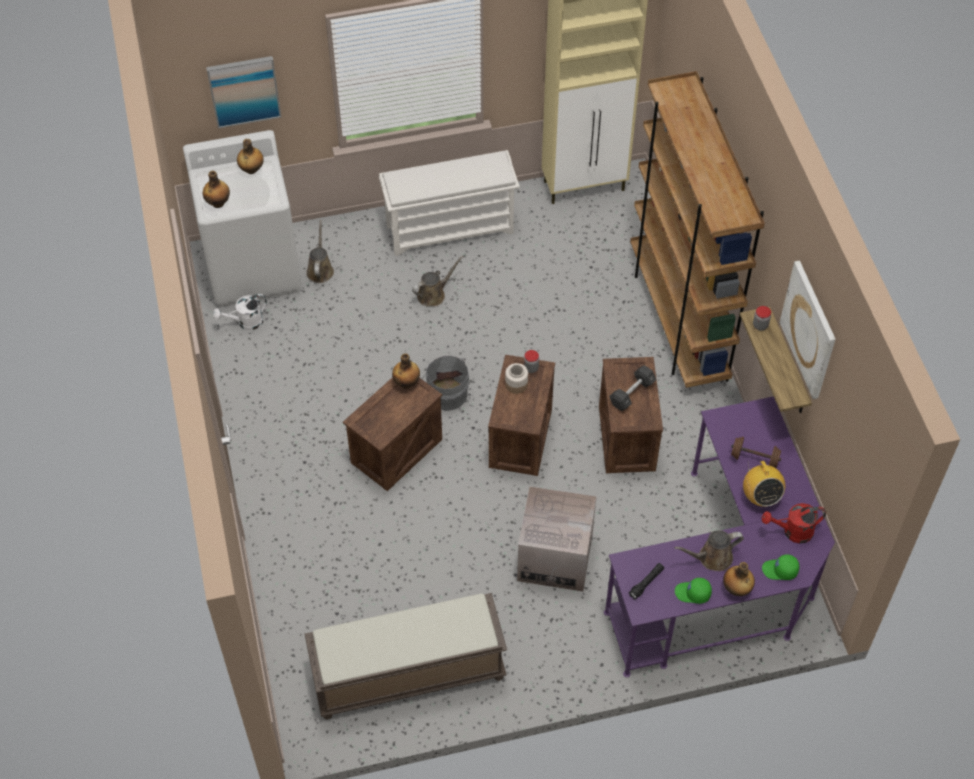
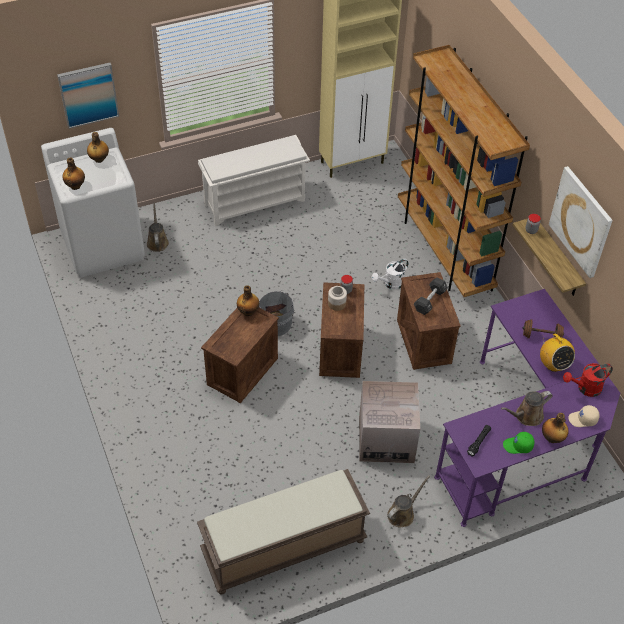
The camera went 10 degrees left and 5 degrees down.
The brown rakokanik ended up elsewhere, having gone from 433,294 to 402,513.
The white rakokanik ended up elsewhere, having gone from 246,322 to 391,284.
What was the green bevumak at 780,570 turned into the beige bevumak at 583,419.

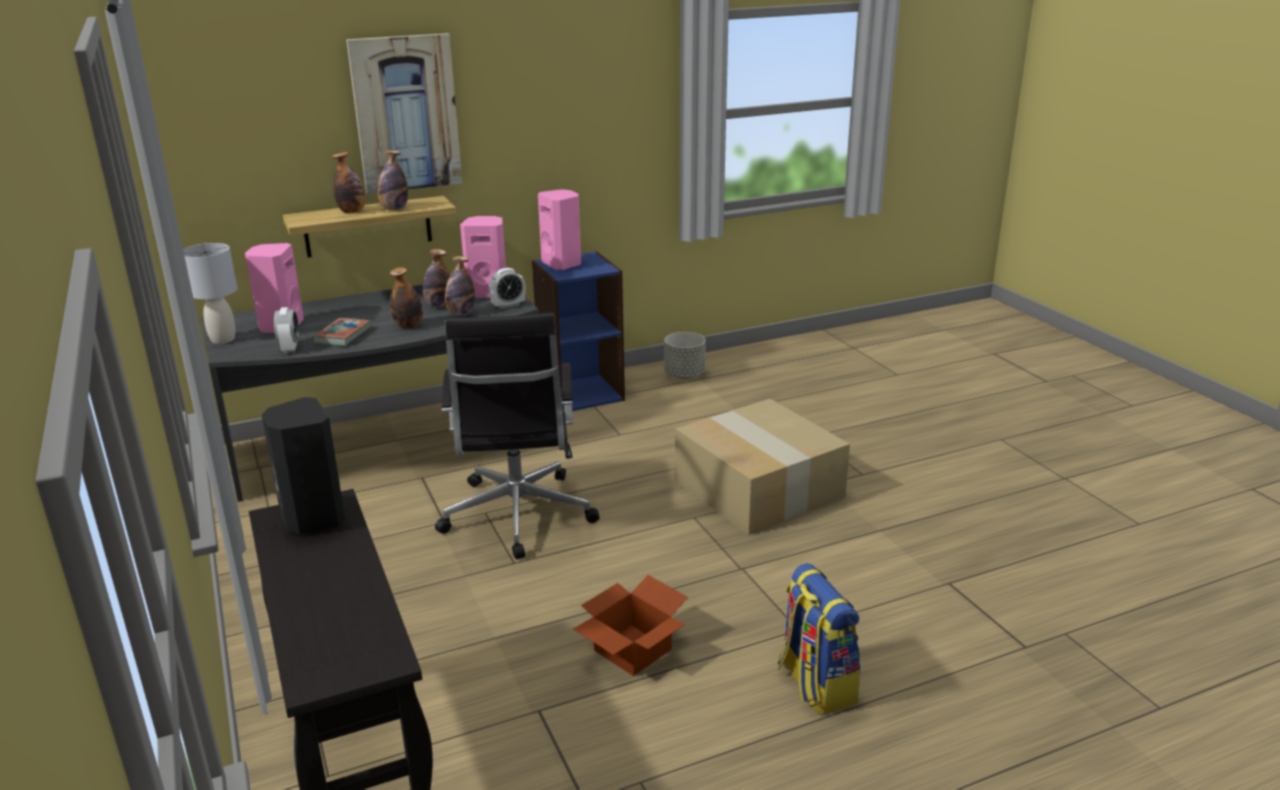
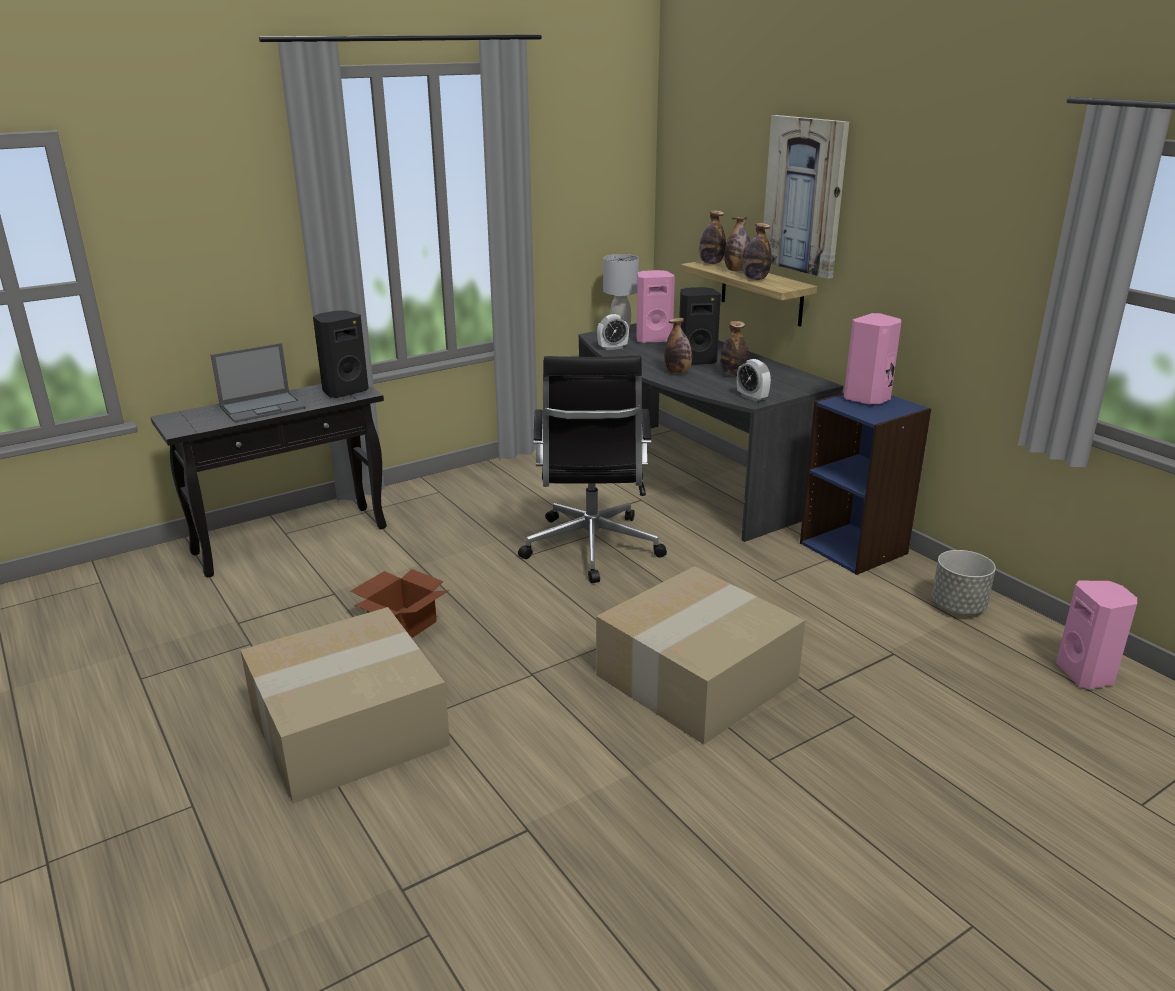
The camera went 80 degrees right and 0 degrees up.
The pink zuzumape ended up elsewhere, having gone from 489,293 to 1086,674.
The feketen ended up elsewhere, having gone from 461,314 to 711,263.
The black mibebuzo at 517,517 ended up facing another way, 75 degrees counterclockwise from before.
The second view lost the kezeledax at 342,336.
Where the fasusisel stood at 815,684, the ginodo came to stand at 350,725.
The second view gained the black zuzumape at 695,361.
The second view gained the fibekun at 263,407.

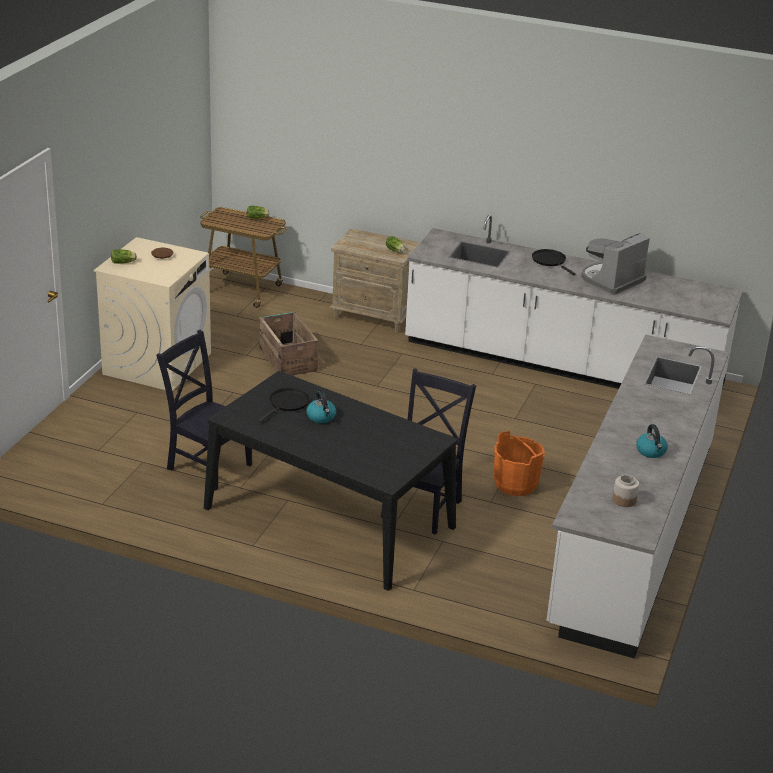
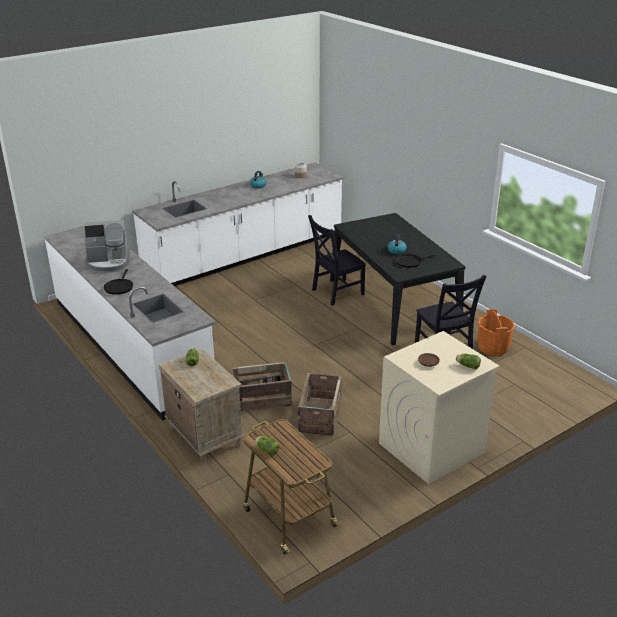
The camera went 145 degrees left and 0 degrees up.
The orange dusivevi ended up elsewhere, having gone from 515,484 to 493,347.
The second view gained the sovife at 262,399.

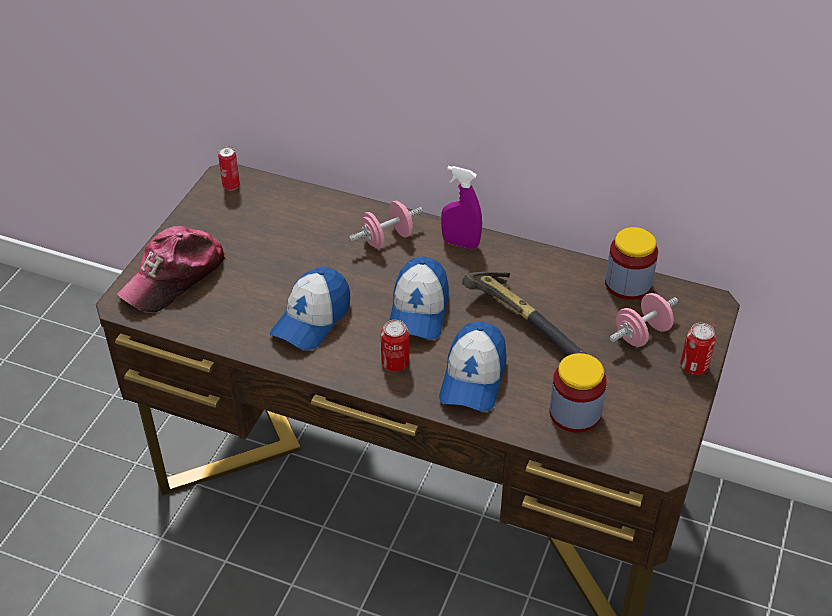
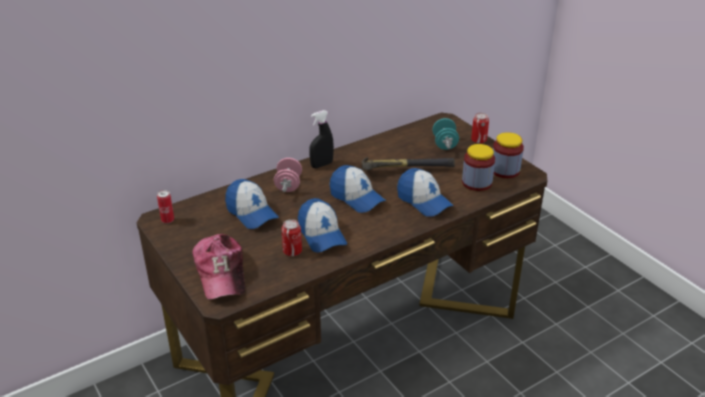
The camera went 55 degrees left and 10 degrees down.
What was the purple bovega at 460,243 turned into the black bovega at 321,165.
The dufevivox ended up elsewhere, having gone from 628,284 to 505,170.
What was the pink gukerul at 642,334 turned into the turquoise gukerul at 444,144.
The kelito ended up elsewhere, having gone from 395,363 to 292,251.
The second view gained the bevumak at 251,213.

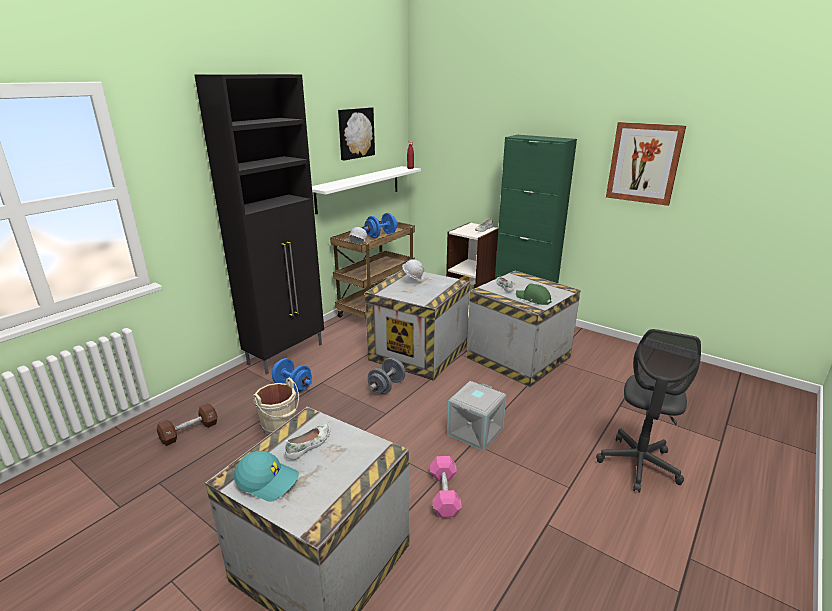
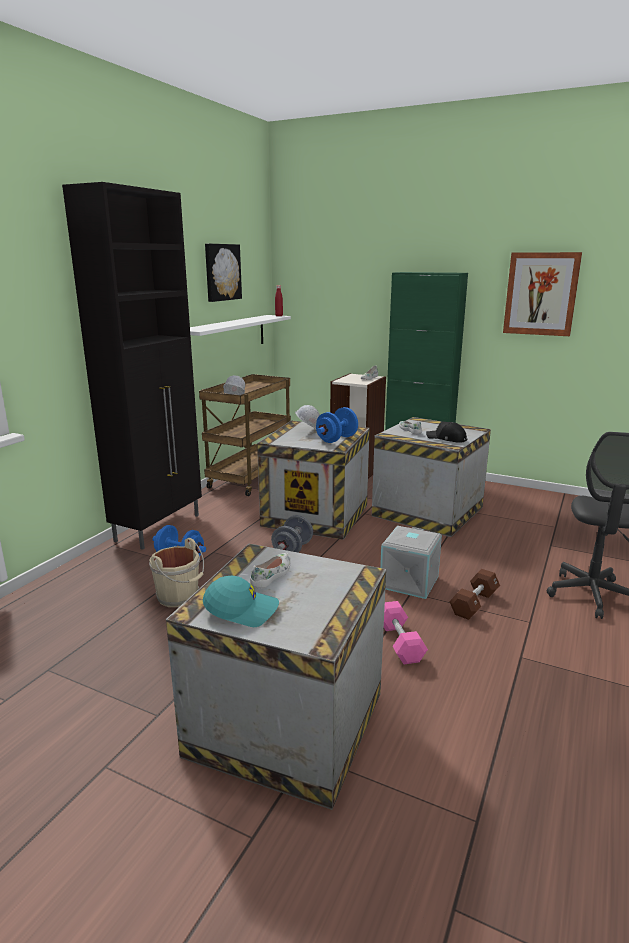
The camera went 10 degrees left and 5 degrees down.
The blue gukerul ended up elsewhere, having gone from 381,236 to 337,439.
What was the green bevumak at 533,299 turned into the black bevumak at 446,439.
The brown gukerul ended up elsewhere, having gone from 189,431 to 474,603.

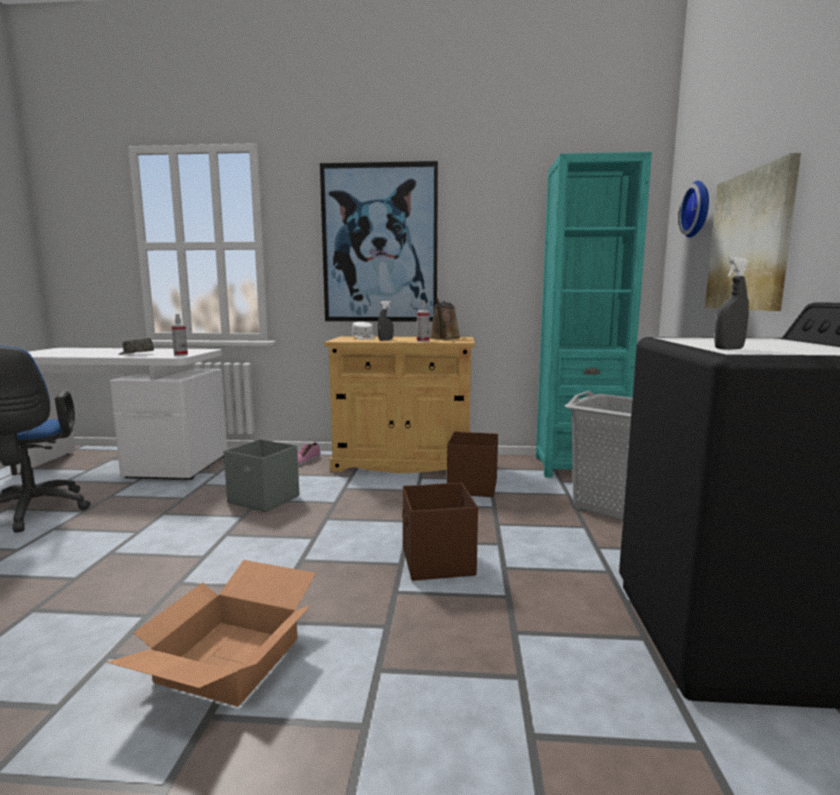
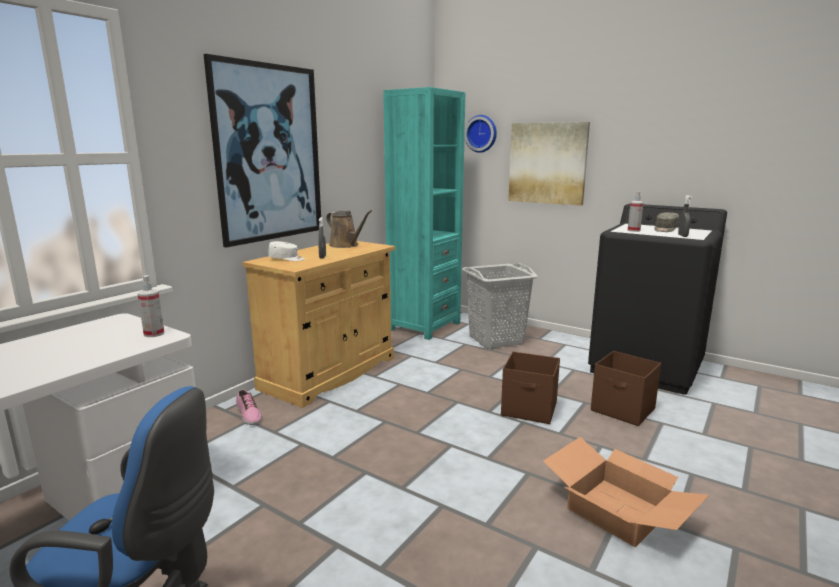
The camera went 60 degrees left and 5 degrees up.
The bovega ended up elsewhere, having gone from 423,341 to 633,230.
The grey bevumak ended up elsewhere, having gone from 135,354 to 665,229.
The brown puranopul ended up elsewhere, having gone from 472,487 to 623,410.
The second view lost the grey puranopul at 264,499.

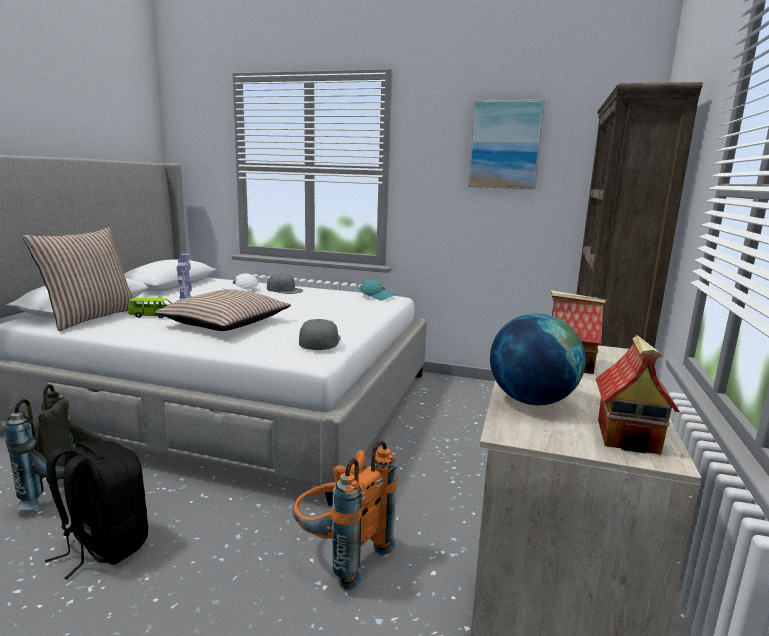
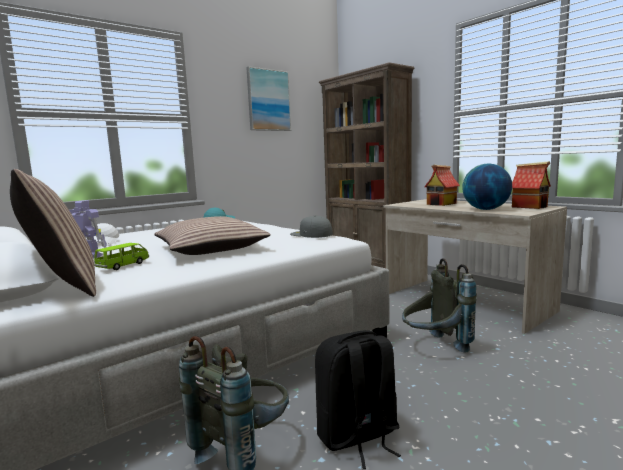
The camera went 55 degrees left and 5 degrees down.
The second view lost the grey bevumak at 285,290.
What was the orange fasusisel at 340,555 turned into the grey fasusisel at 435,347.

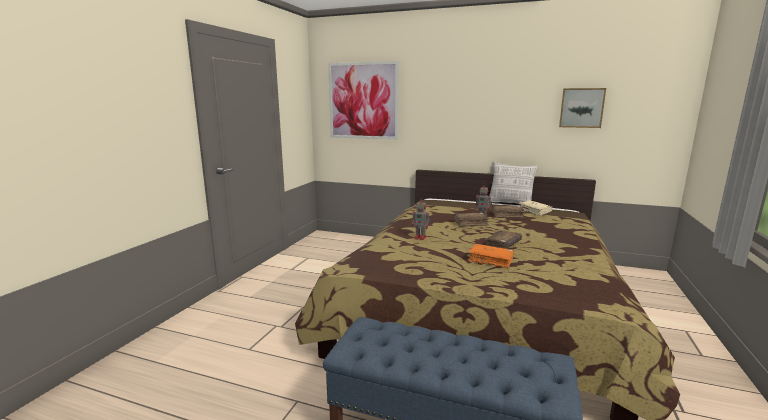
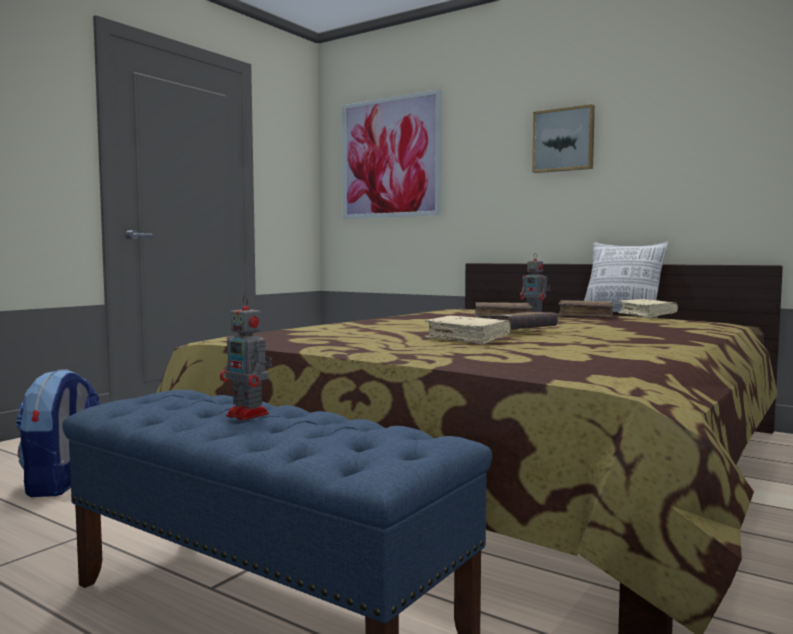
The camera went 15 degrees right and 10 degrees down.
The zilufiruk ended up elsewhere, having gone from 581,108 to 564,140.
The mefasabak ended up elsewhere, having gone from 421,237 to 249,415.
What was the orange kezeledax at 491,260 turned into the beige kezeledax at 467,339.
The second view gained the fasusisel at 63,484.

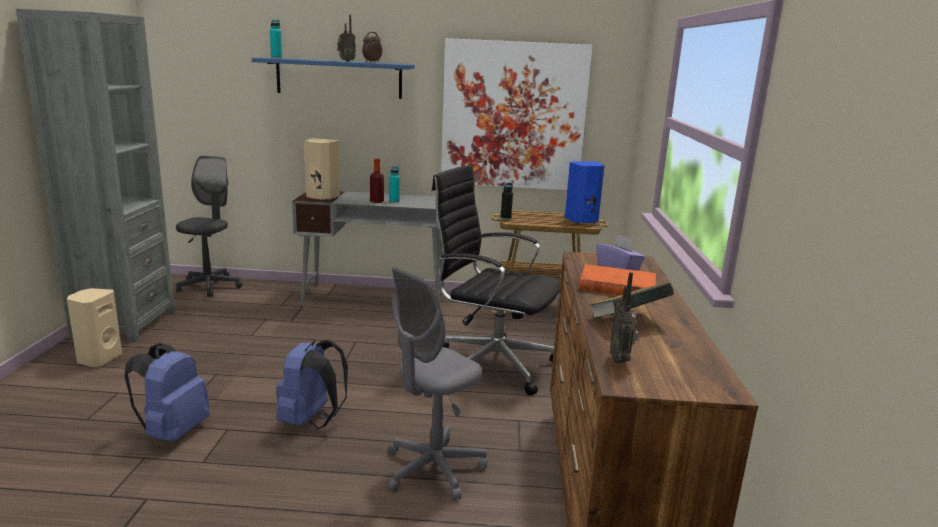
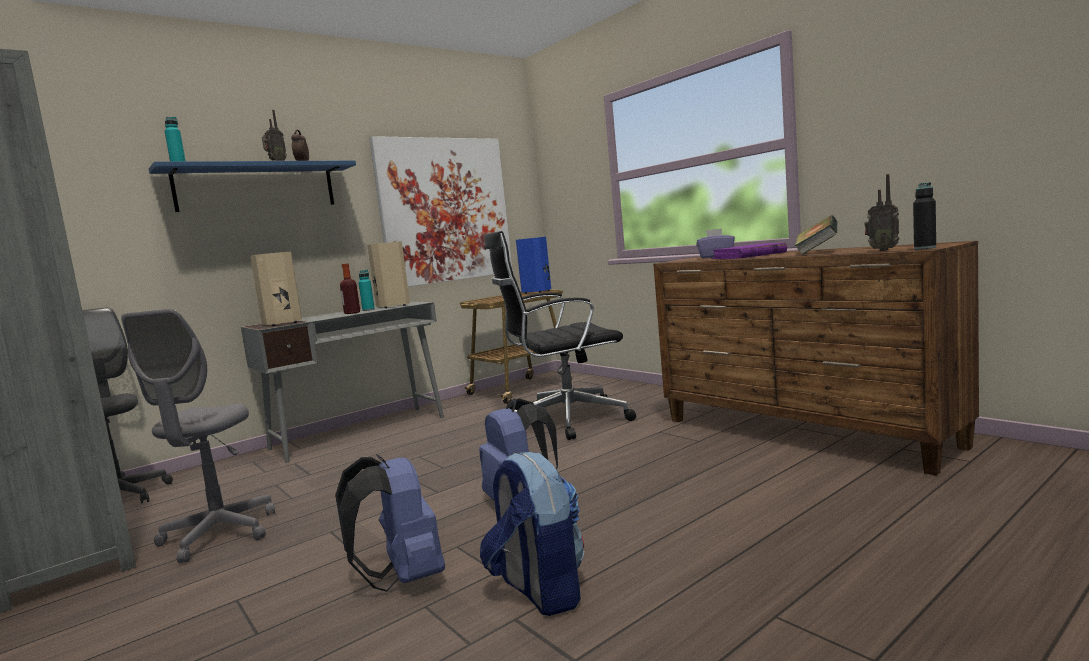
The camera went 40 degrees left and 10 degrees down.
The black feketen ended up elsewhere, having gone from 505,218 to 925,248.
What was the orange kezeledax at 616,286 turned into the purple kezeledax at 748,256.
The grey mibebuzo ended up elsewhere, having gone from 433,469 to 219,534.
The beige zuzumape ended up elsewhere, having gone from 98,359 to 392,306.
The second view gained the fasusisel at 538,591.

